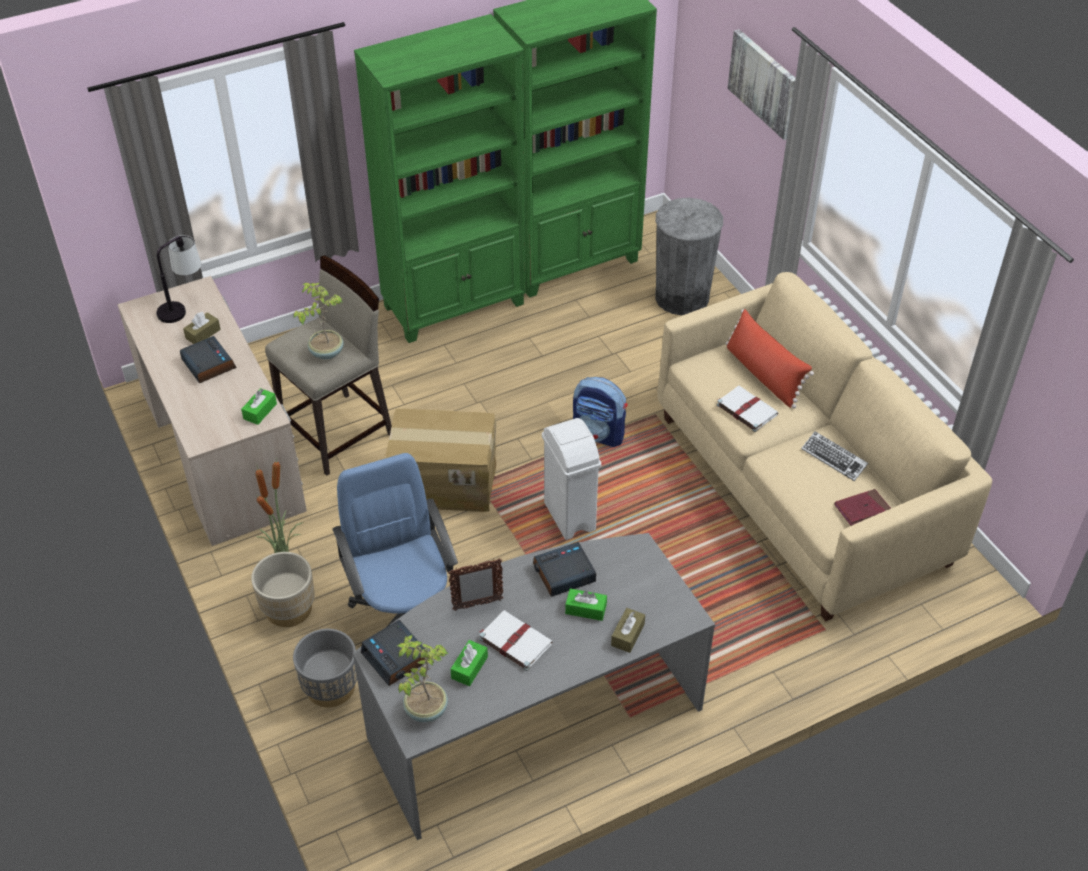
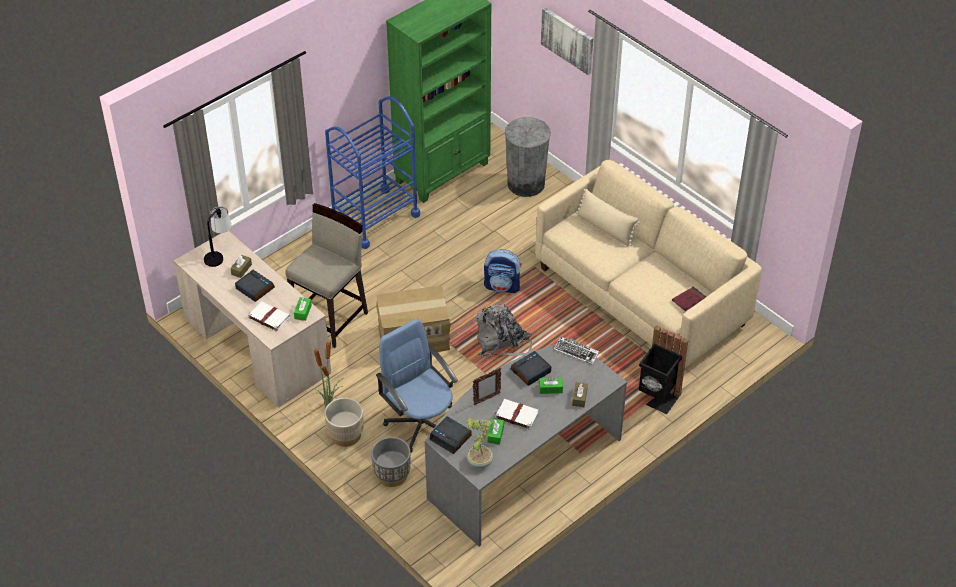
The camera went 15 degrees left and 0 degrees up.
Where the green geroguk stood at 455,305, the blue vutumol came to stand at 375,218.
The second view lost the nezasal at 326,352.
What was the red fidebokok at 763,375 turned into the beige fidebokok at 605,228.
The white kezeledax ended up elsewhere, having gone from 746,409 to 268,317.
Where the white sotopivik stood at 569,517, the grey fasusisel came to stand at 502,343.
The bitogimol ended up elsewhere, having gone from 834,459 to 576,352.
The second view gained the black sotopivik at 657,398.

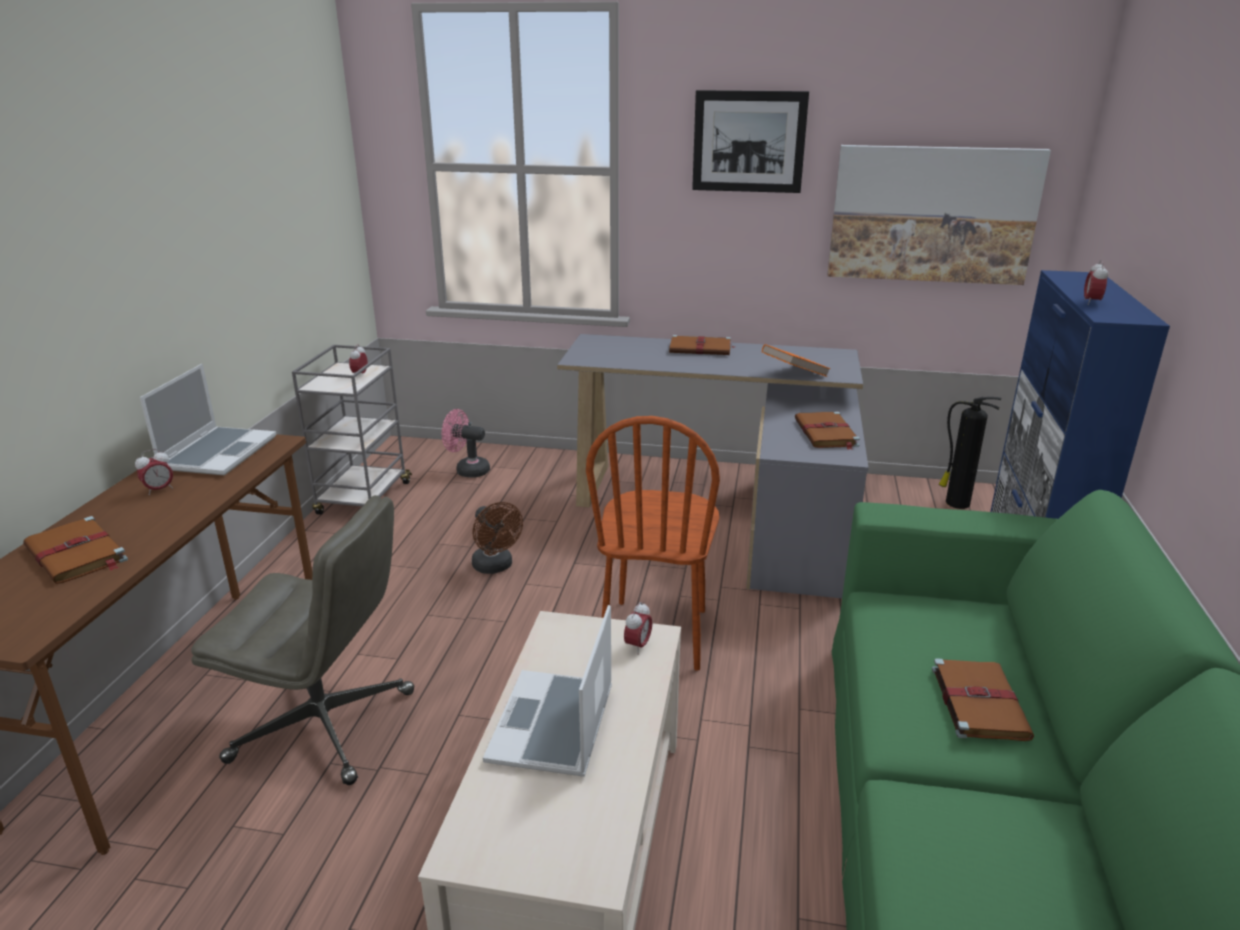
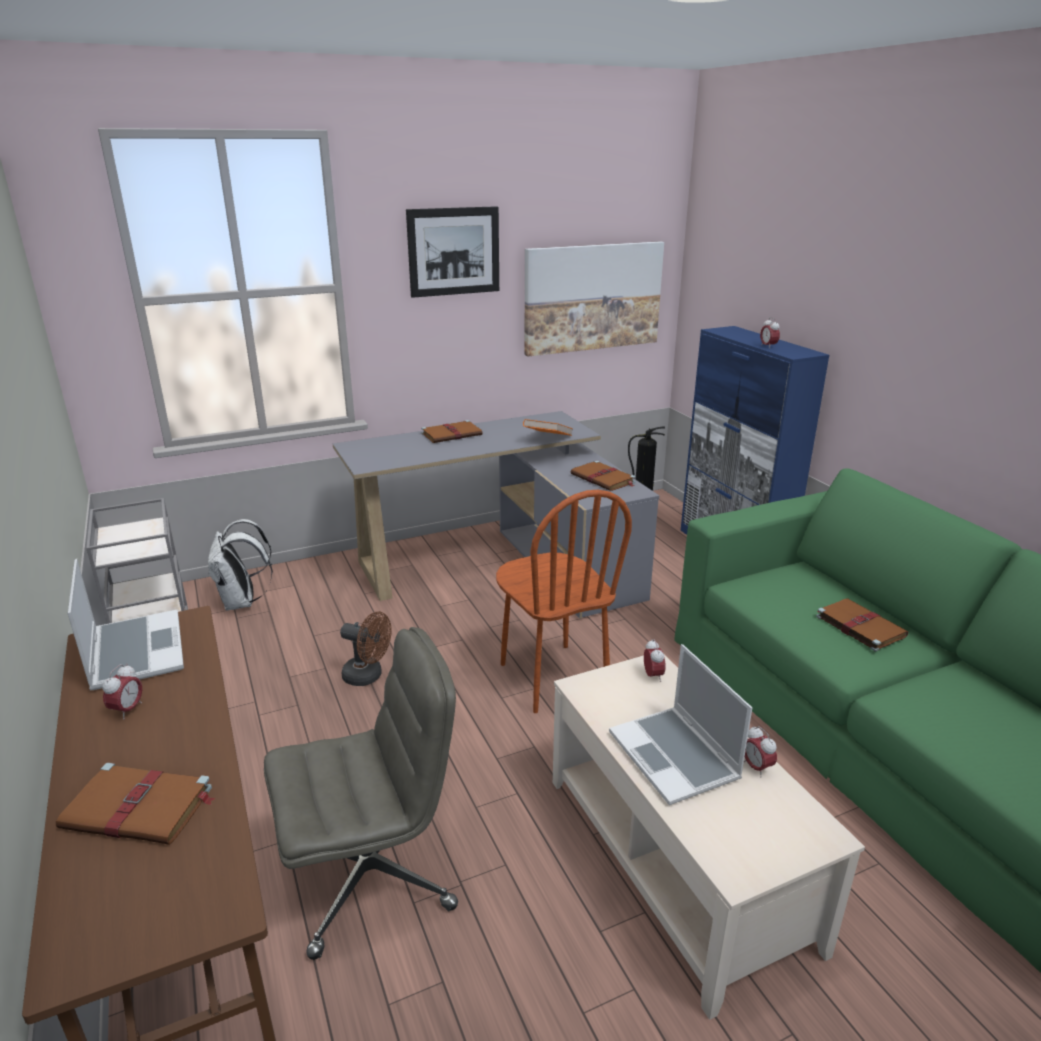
The camera went 35 degrees left and 0 degrees up.
The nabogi ended up elsewhere, having gone from 360,375 to 756,767.
Where the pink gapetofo stood at 467,470, the white fasusisel came to stand at 242,602.

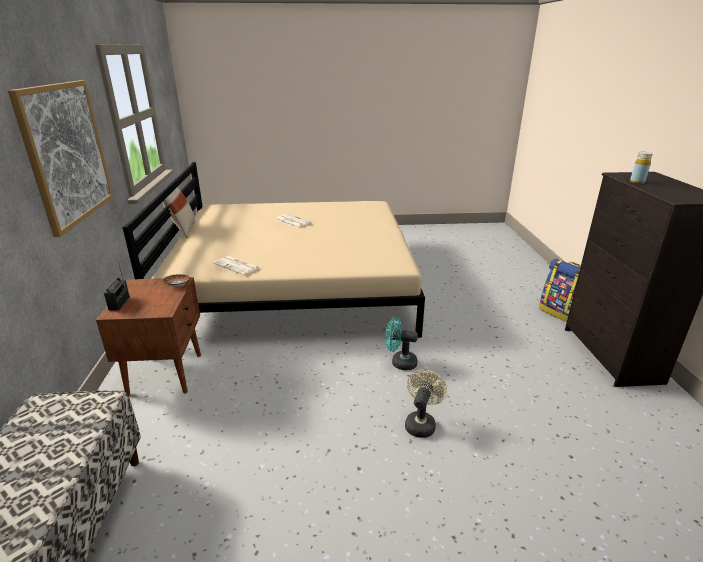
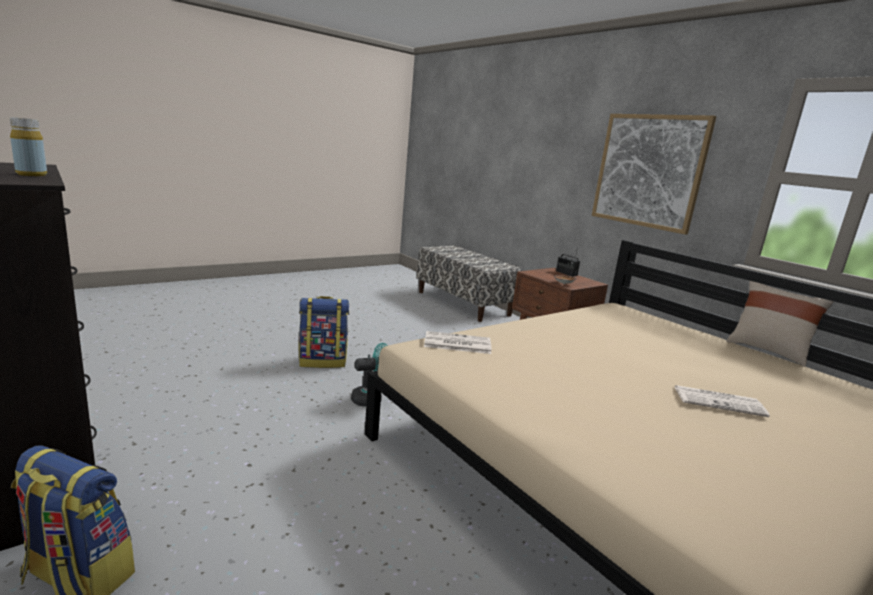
The camera went 145 degrees right and 10 degrees down.
The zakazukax ended up elsewhere, having gone from 237,266 to 456,343.
Where the beige gapetofo stood at 421,423, the fasusisel came to stand at 323,361.

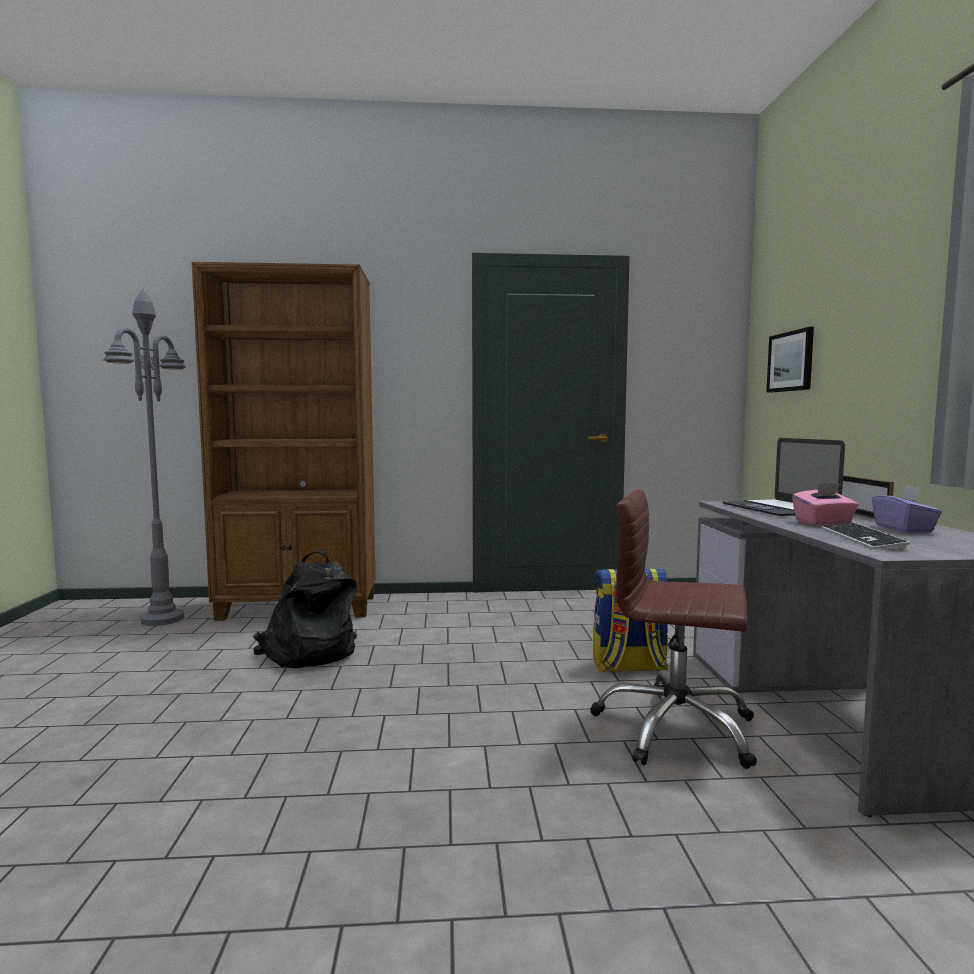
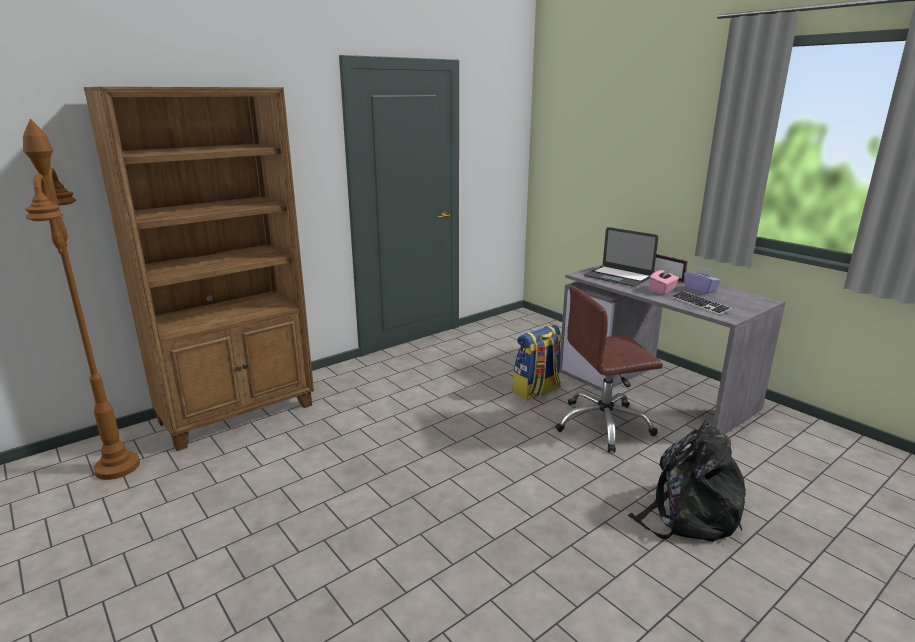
The camera went 35 degrees left and 15 degrees up.
What was the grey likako at 162,619 turned into the brown likako at 117,467.
The second view lost the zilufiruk at 791,361.
The black fasusisel ended up elsewhere, having gone from 308,653 to 688,515.

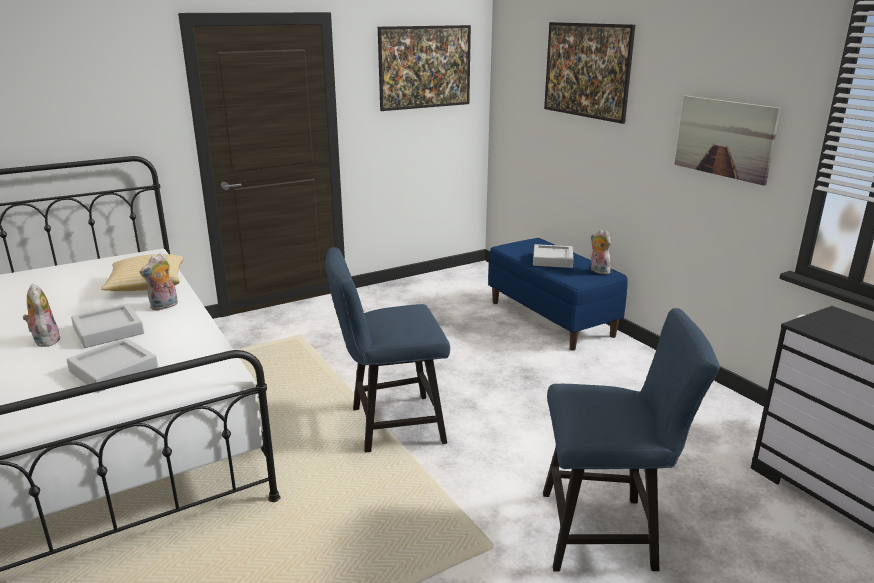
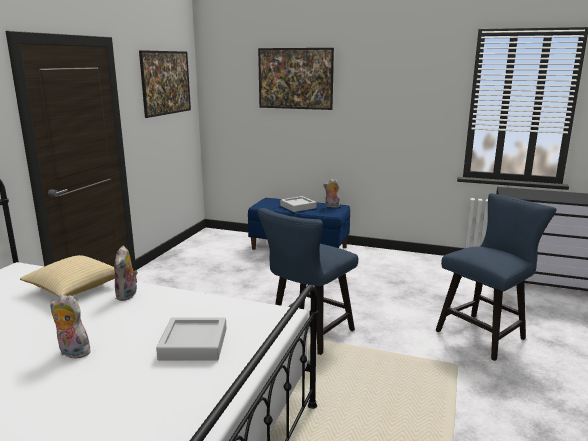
The camera went 40 degrees left and 5 degrees down.
The second view lost the zilufiruk at 724,138.
The second view lost the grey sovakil at 108,331.

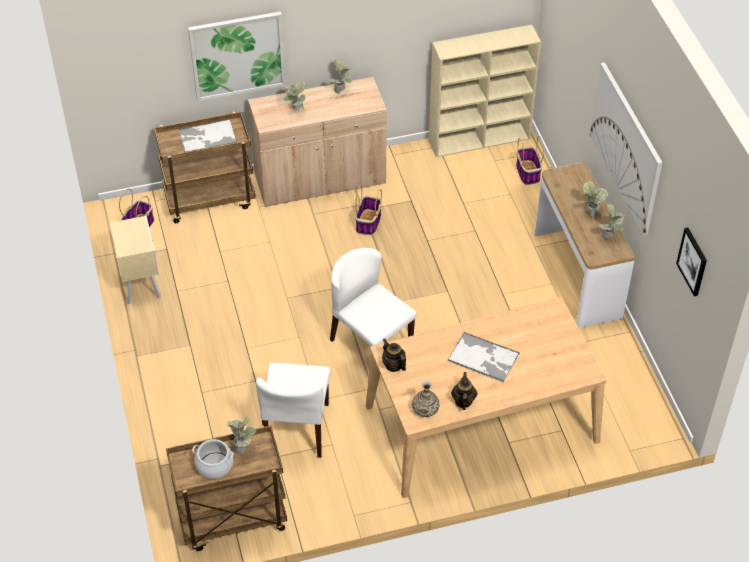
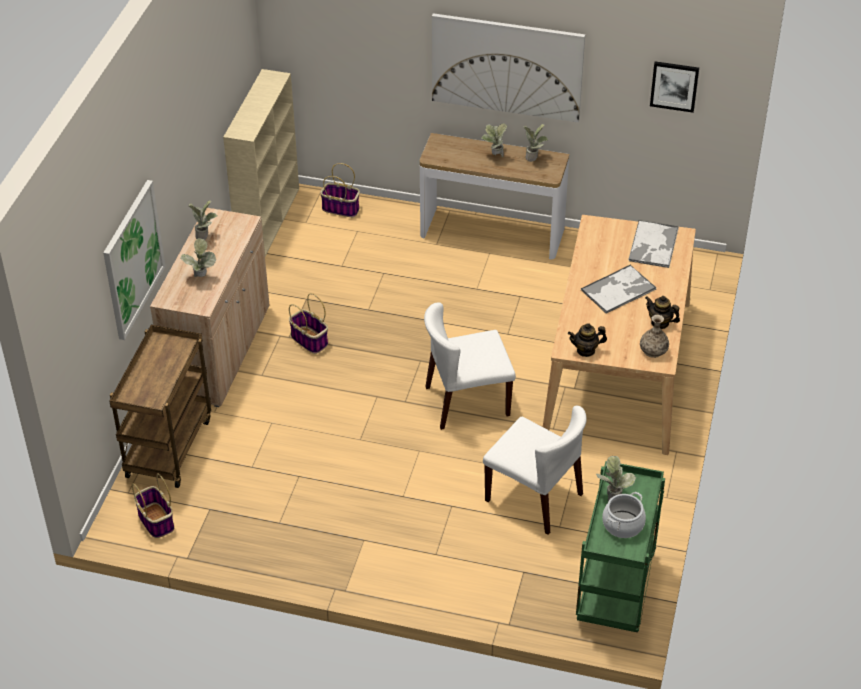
The camera went 60 degrees left and 5 degrees down.
The sovakil ended up elsewhere, having gone from 207,137 to 653,245.
The second view lost the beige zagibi at 141,284.
What was the brown vutumol at 232,520 turned into the green vutumol at 616,591.

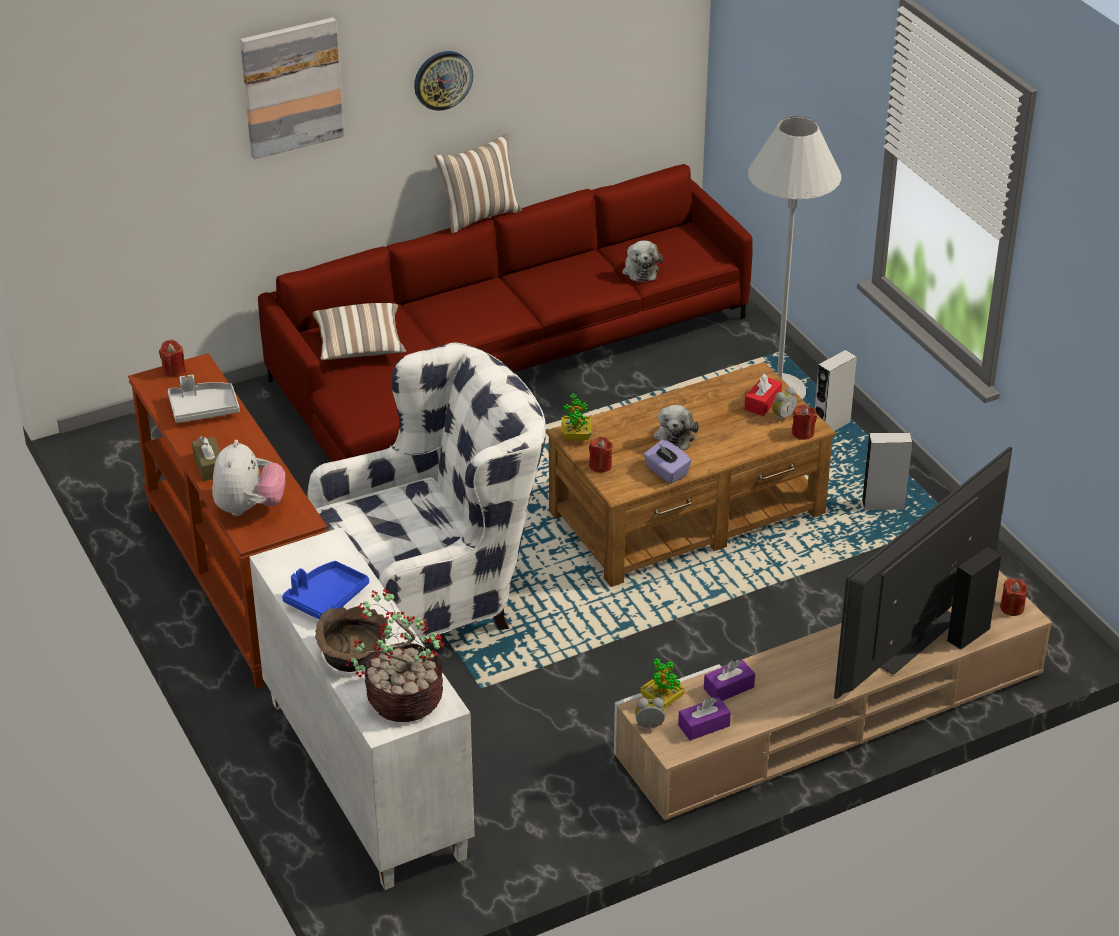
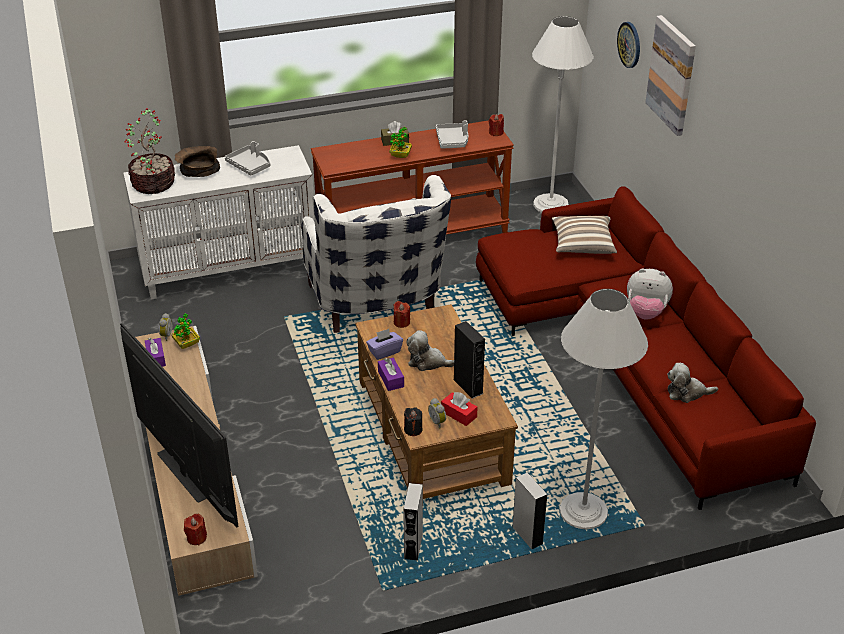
The camera went 100 degrees right and 0 degrees up.
The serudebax ended up elsewhere, having gone from 442,79 to 629,44.
The second view lost the fidebokok at 479,215.
The nezasal ended up elsewhere, having gone from 576,436 to 400,155.
What was the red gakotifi at 803,433 turned into the black gakotifi at 413,429.
The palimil ended up elsewhere, having gone from 249,508 to 646,312.
The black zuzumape ended up elsewhere, having gone from 968,634 to 468,386.
What was the blue sovakil at 326,598 turned into the grey sovakil at 250,165.
The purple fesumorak ended up elsewhere, having gone from 728,688 to 391,379.
The second view gained the white likako at 551,204.

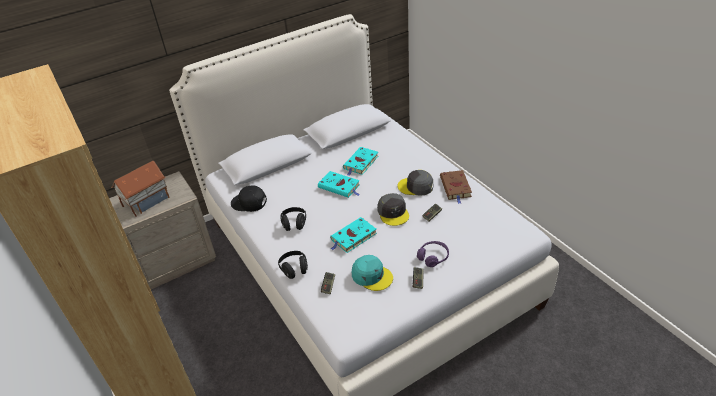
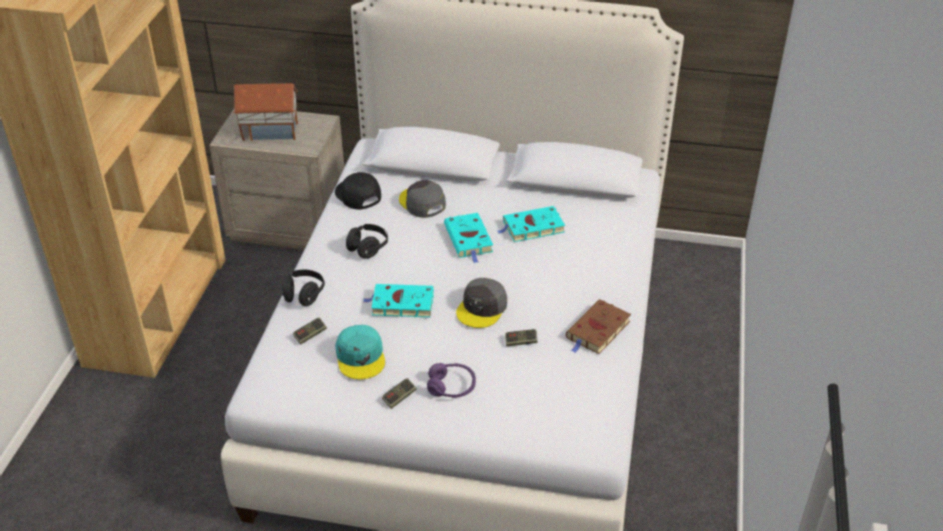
The camera went 40 degrees right and 0 degrees up.
The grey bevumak ended up elsewhere, having gone from 416,186 to 422,203.

